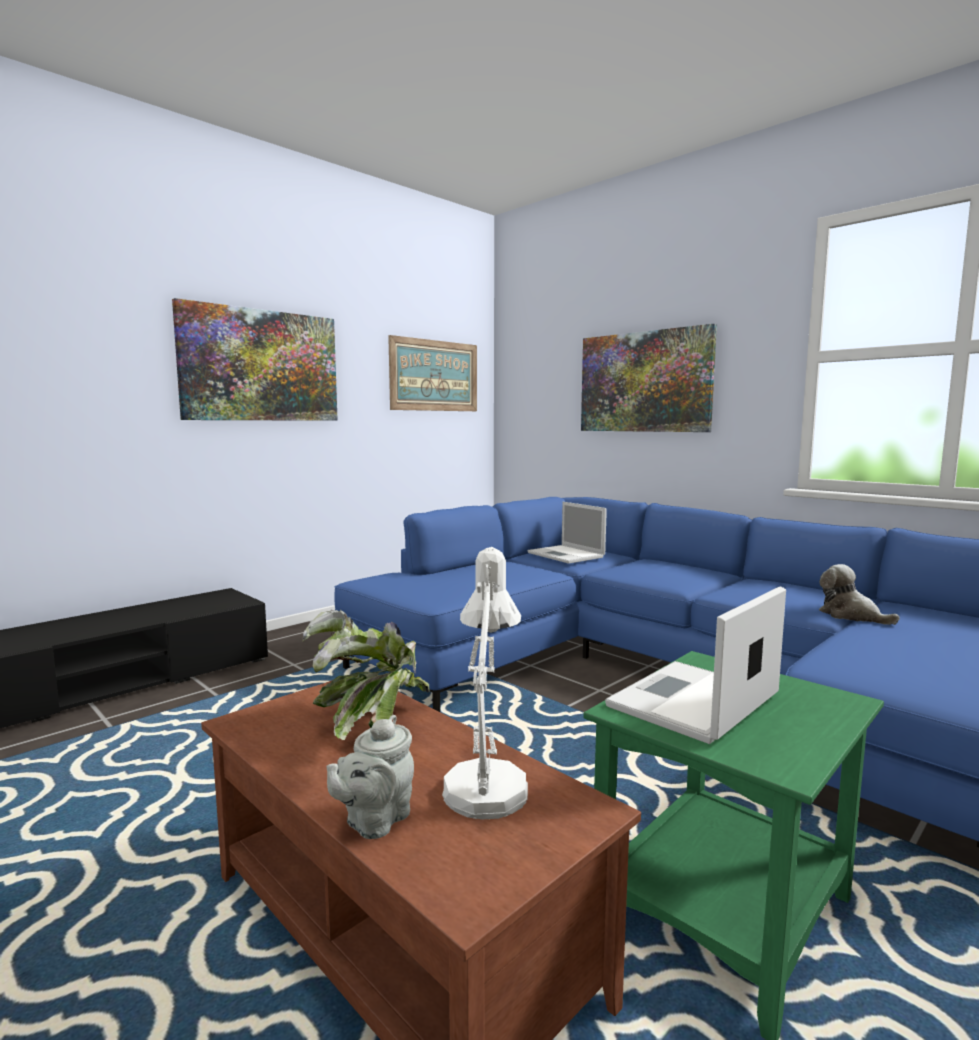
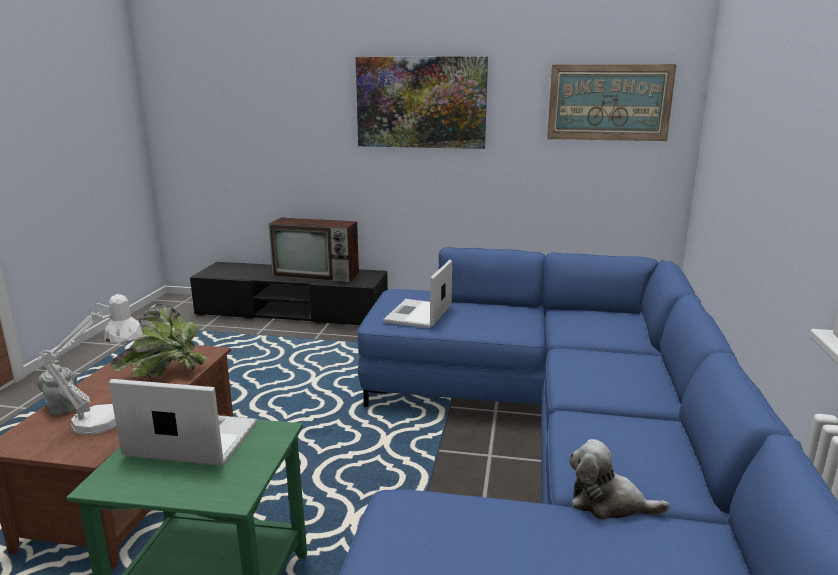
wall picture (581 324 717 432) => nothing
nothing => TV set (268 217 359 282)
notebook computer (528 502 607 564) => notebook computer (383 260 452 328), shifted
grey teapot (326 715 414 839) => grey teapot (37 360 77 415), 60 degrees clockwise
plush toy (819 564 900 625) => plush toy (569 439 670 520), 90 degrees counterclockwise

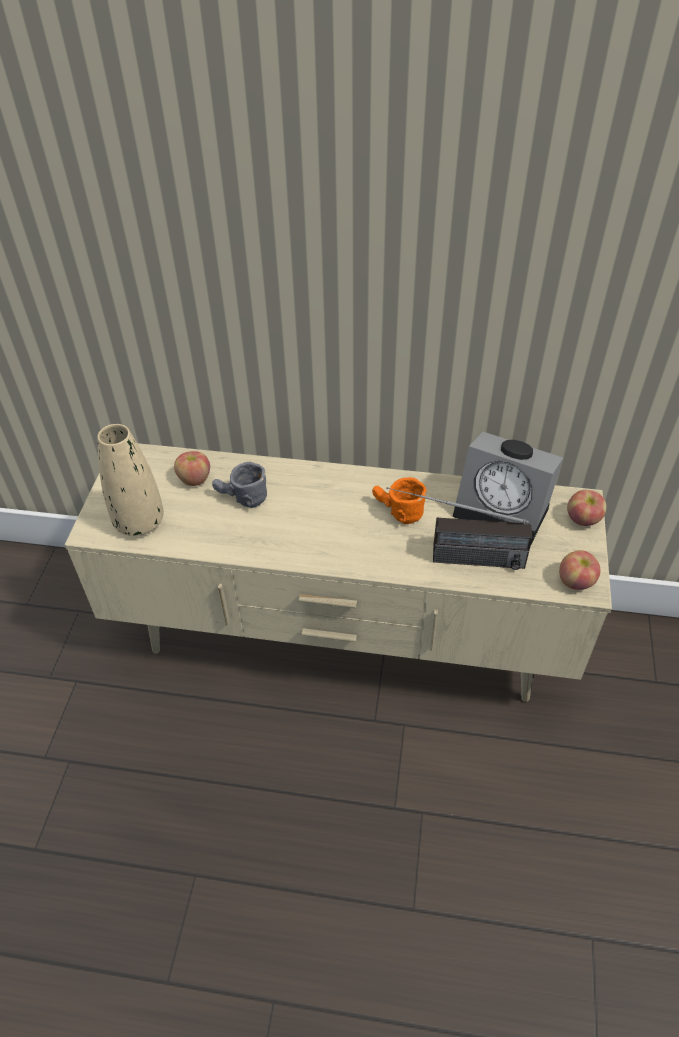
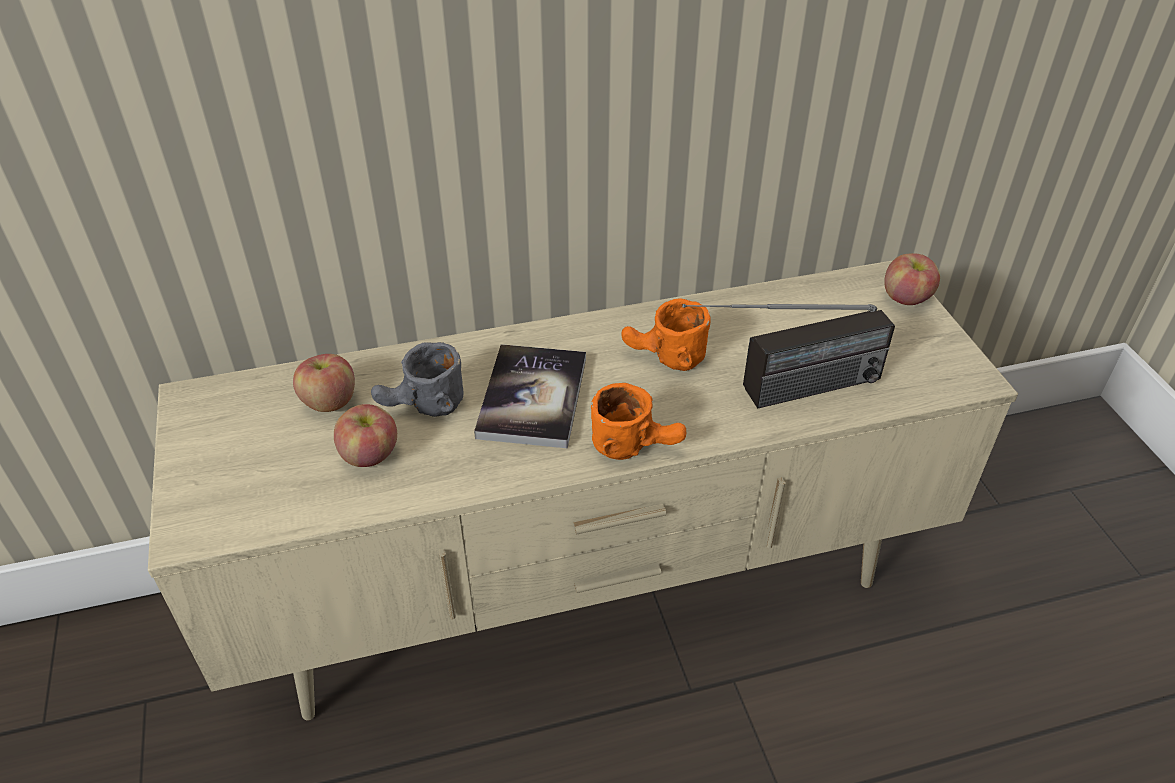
sand-coloured vase (97 424 164 536) => nothing
table clock (453 432 563 544) => nothing
nothing => bound book (474 344 586 448)
nothing => orangey tea mug (591 383 686 460)
apple (559 550 601 590) => apple (334 404 397 467), shifted

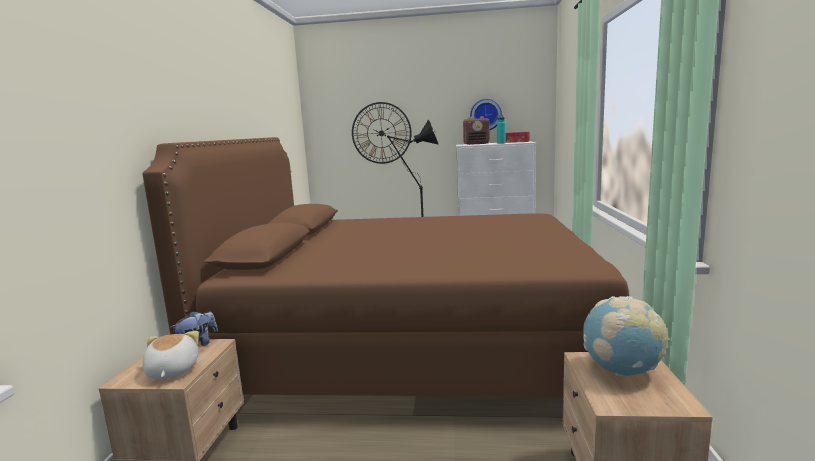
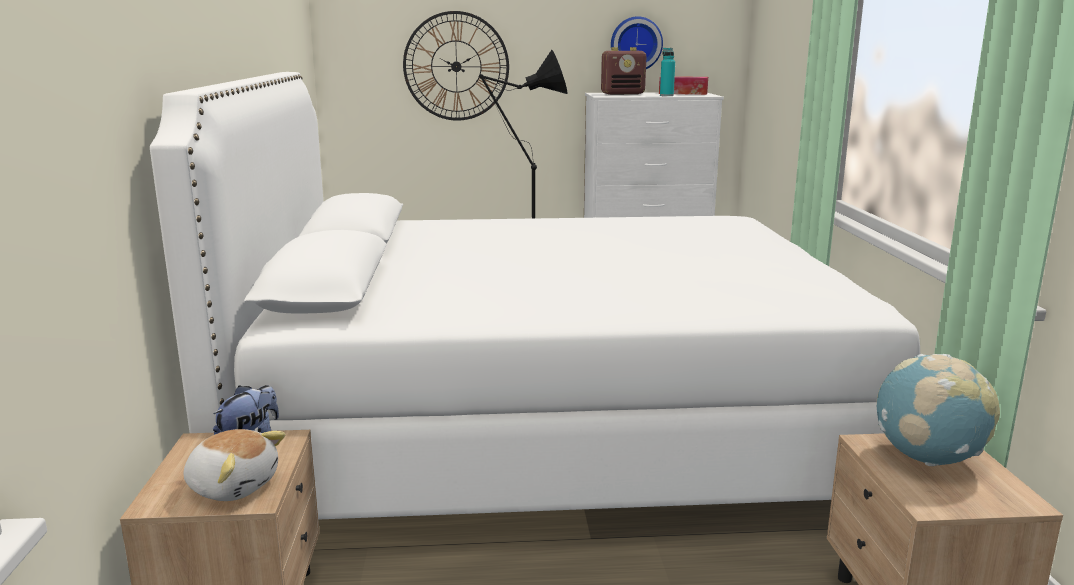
brown bedroom bed (142 137 629 397) => whitish bedroom bed (150 72 920 520)
plush toy (142 331 199 379) => plush toy (184 429 286 501), 135 degrees clockwise

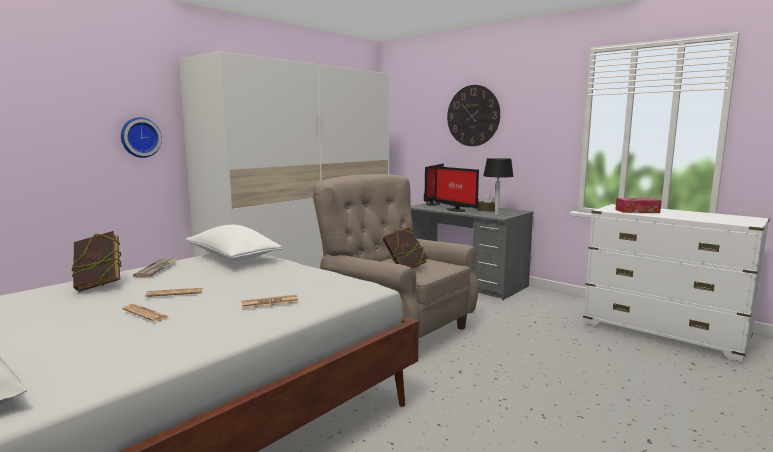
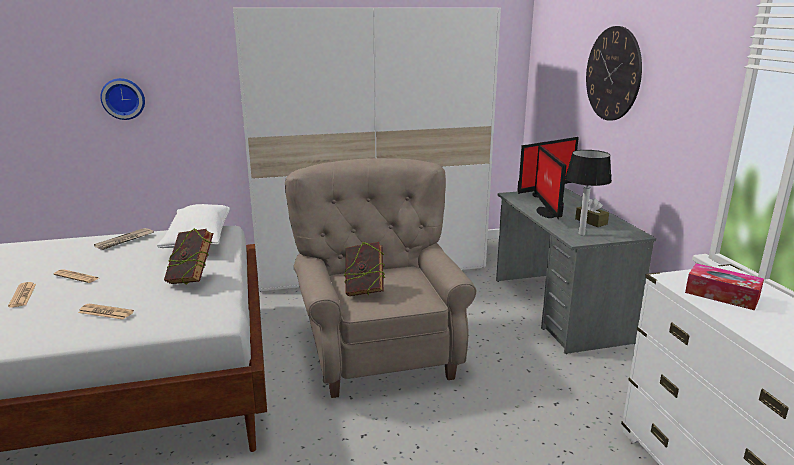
bound book (71 231 122 292) => bound book (164 227 213 284), shifted
wall clock (121 117 162 158) => wall clock (100 78 145 120), shifted

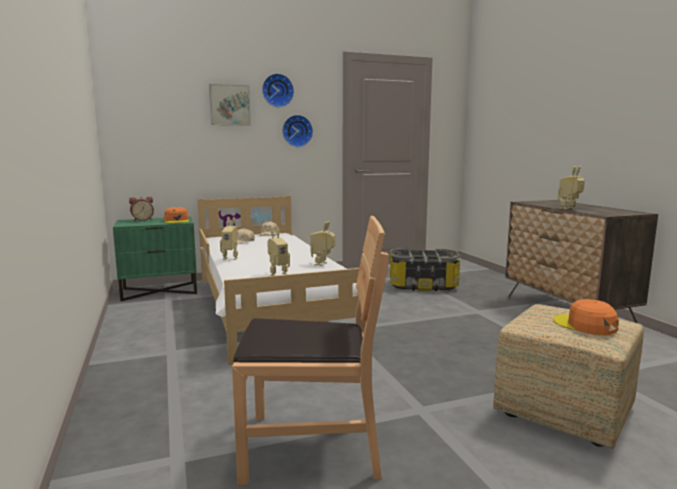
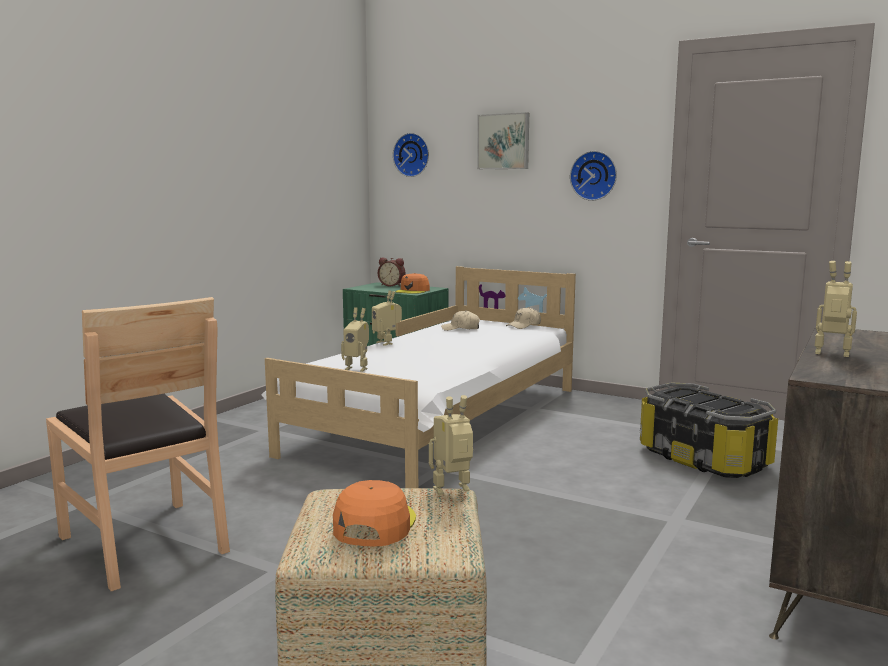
wall clock (262 73 294 107) => wall clock (393 133 429 177), shifted
model robot (310 221 335 266) => model robot (429 395 473 495), shifted

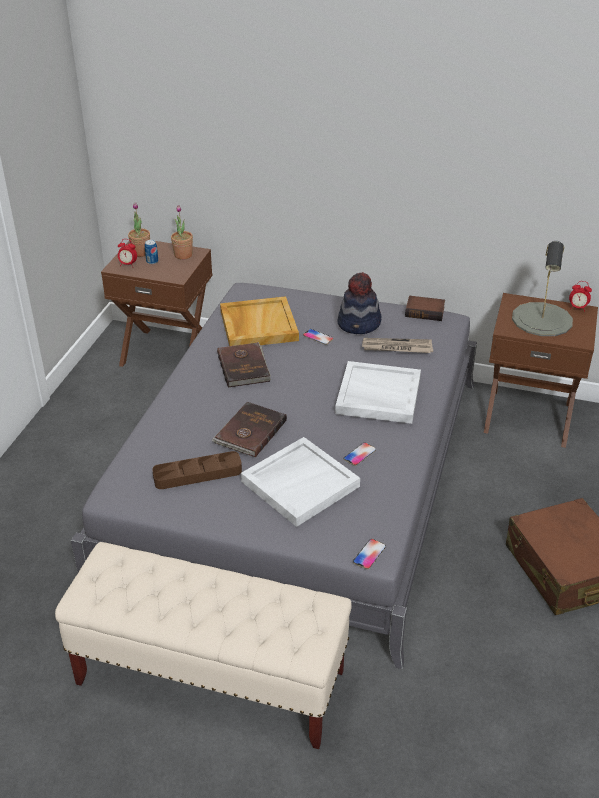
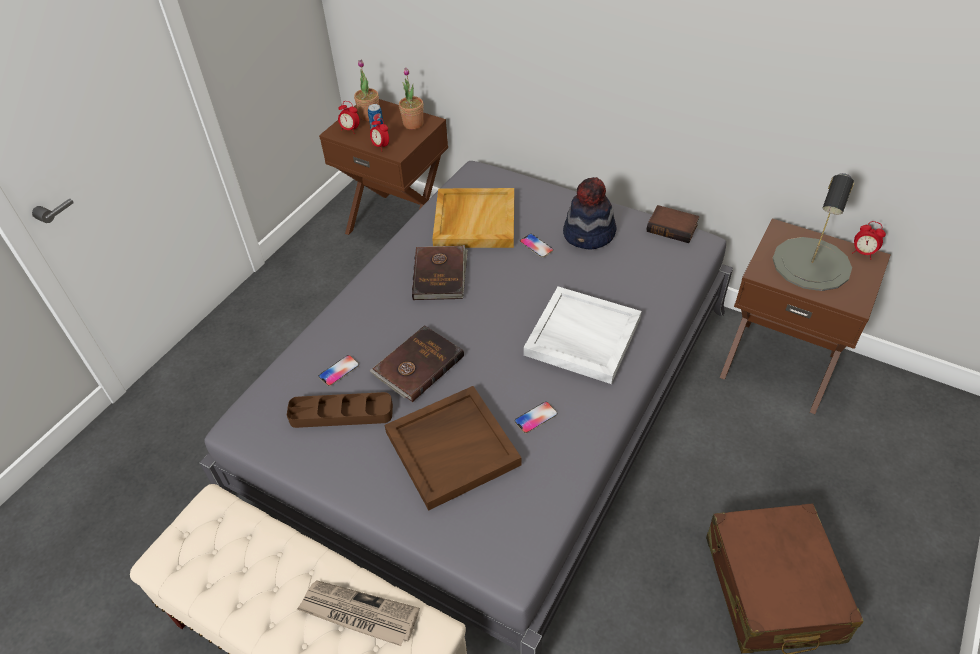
nothing => table clock (370 117 389 150)
phone (353 539 386 569) => phone (319 355 359 386), shifted
newspaper (362 338 433 353) => newspaper (297 580 420 646), shifted
whitish carrying tray (241 437 360 527) => brown carrying tray (385 386 521 511)

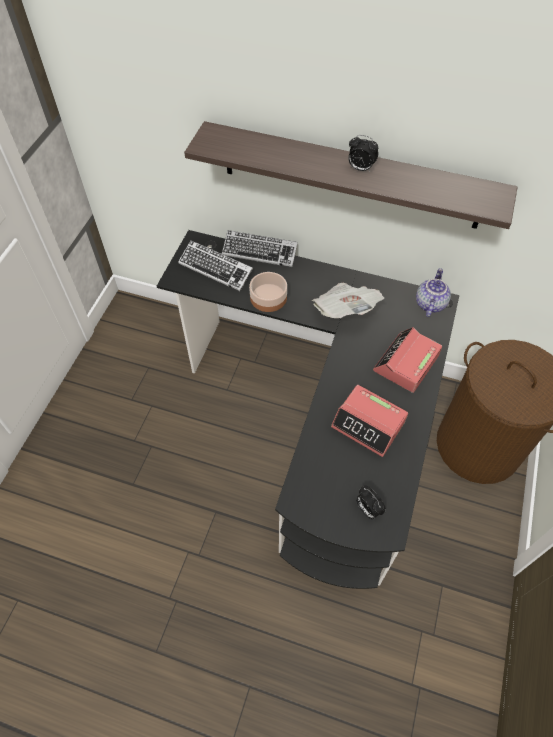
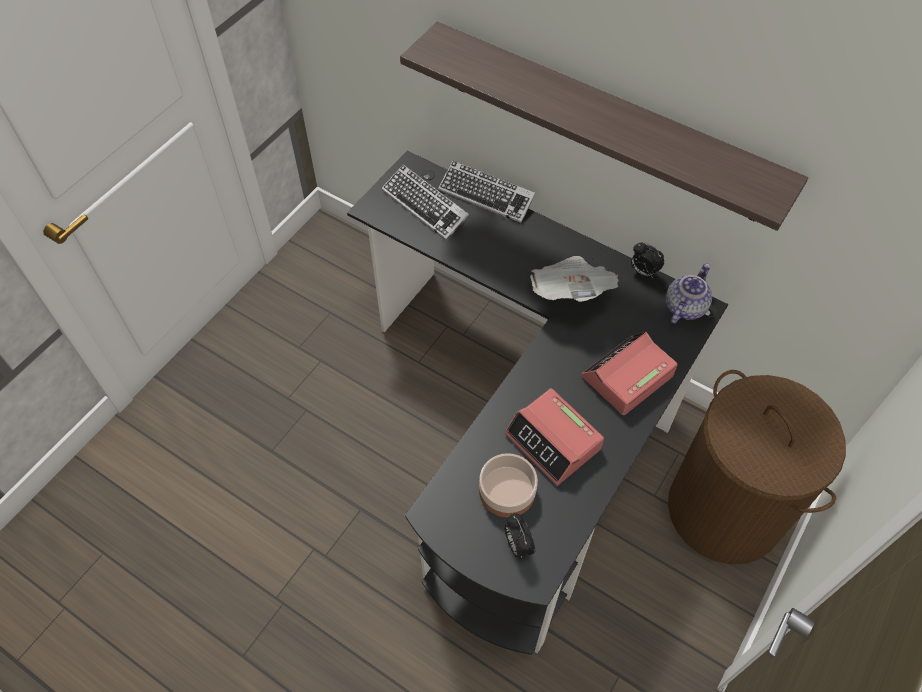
bowl (249 272 287 312) => bowl (479 453 538 518), shifted
table clock (348 135 378 171) => table clock (631 243 664 278), shifted

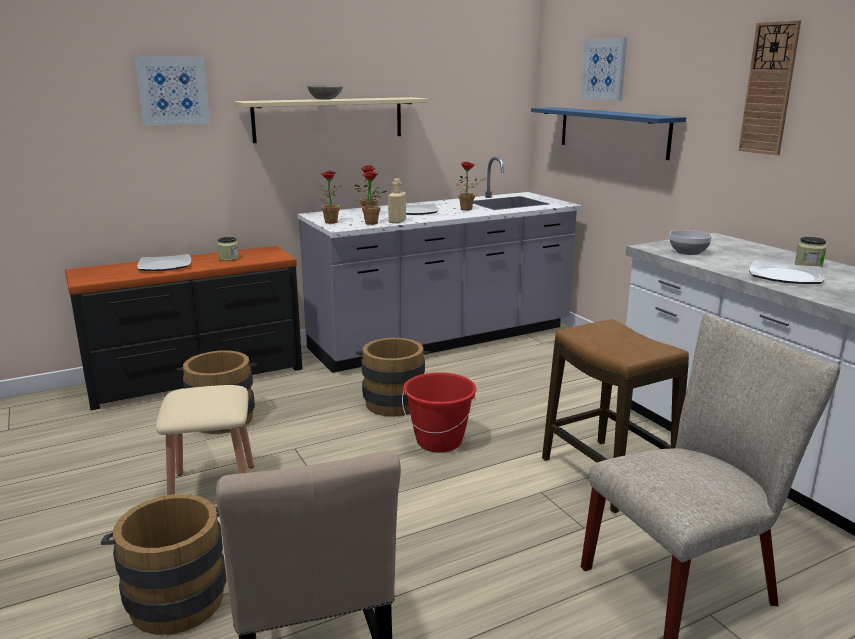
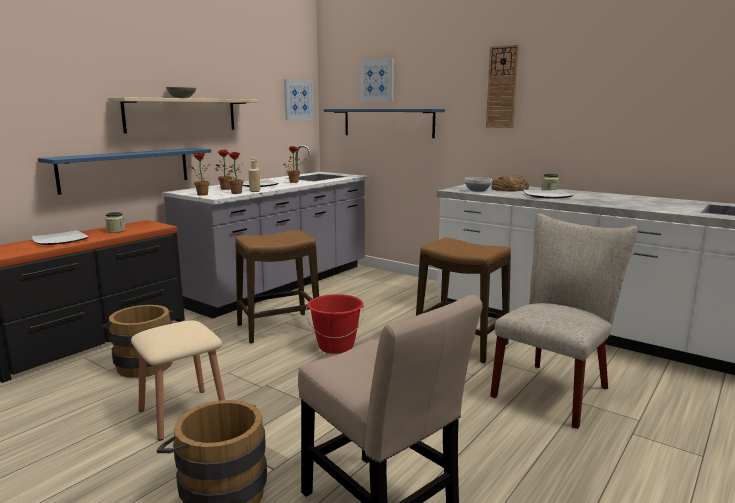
nothing => blue shelf (38 148 211 195)
nothing => baked bread (491 175 529 192)
wall picture (134 56 210 126) => wall picture (284 79 314 120), shifted
brown pail (356 338 430 417) => stool seat (235 230 319 344)

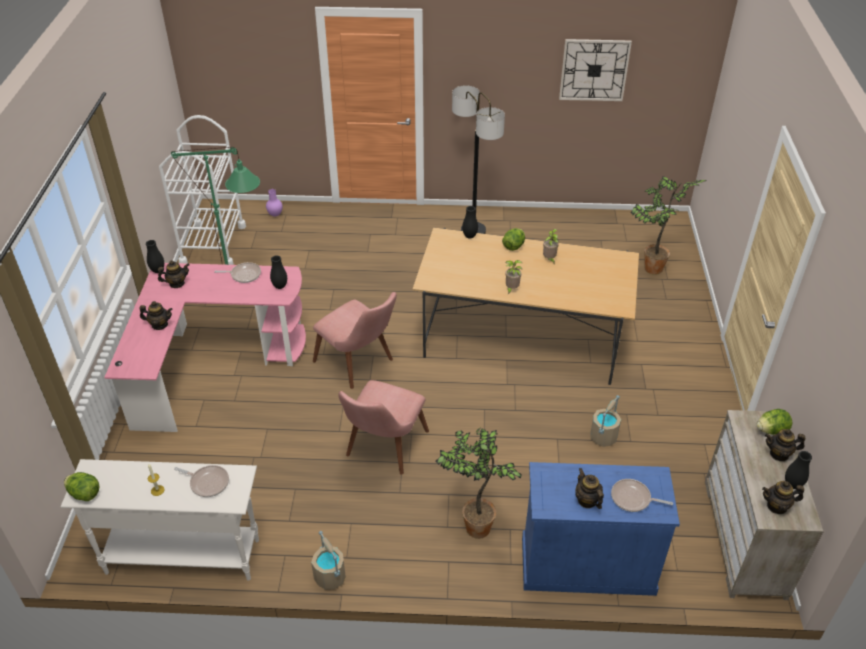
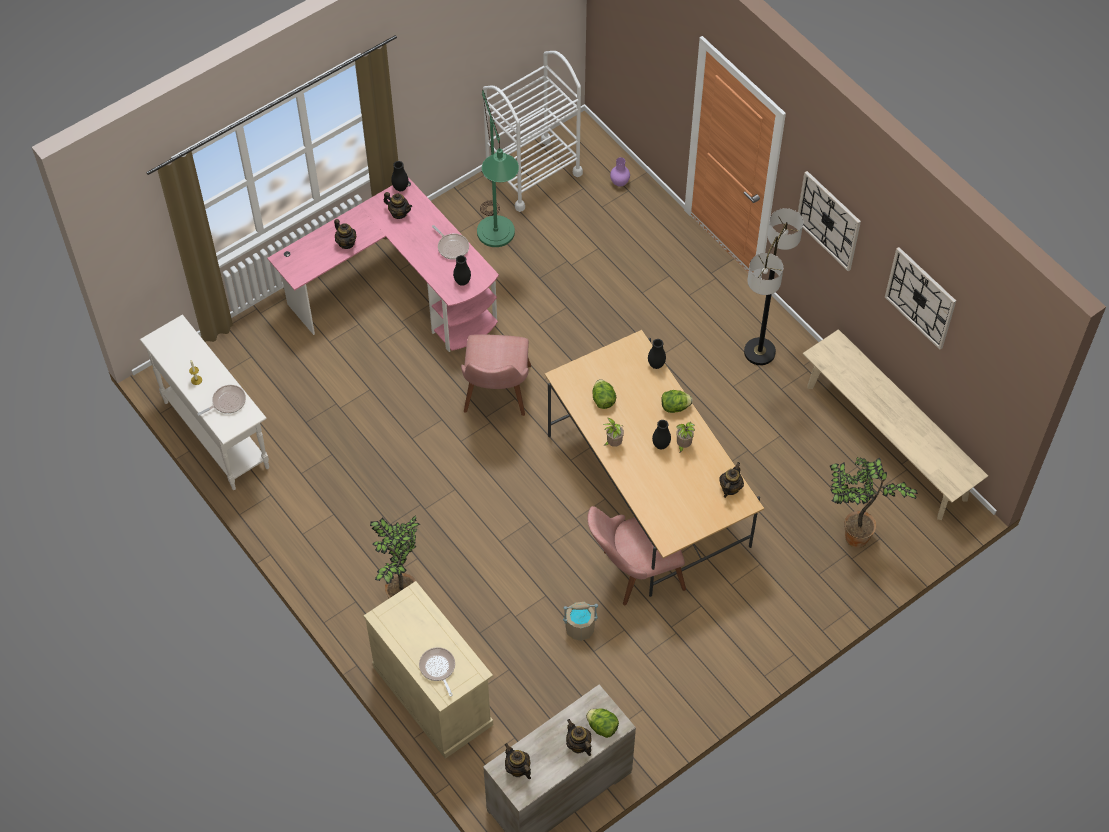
sand-coloured pail (311 531 346 590) => nothing
nothing => wall clock (798 171 861 271)
nothing => sand-coloured bench (803 329 988 520)
lettuce head (64 472 99 501) => lettuce head (592 379 616 409), shifted
pink chair (338 380 429 475) => pink chair (587 506 686 605), shifted
teapot (575 468 604 509) => teapot (719 462 744 498), shifted
black-coloured vase (785 451 812 489) => black-coloured vase (652 420 671 450), shifted
blue cabinet (522 462 680 596) => sand-coloured cabinet (364 581 493 759)
frying pan (174 465 229 497) => frying pan (198 385 246 416), 105 degrees counterclockwise

